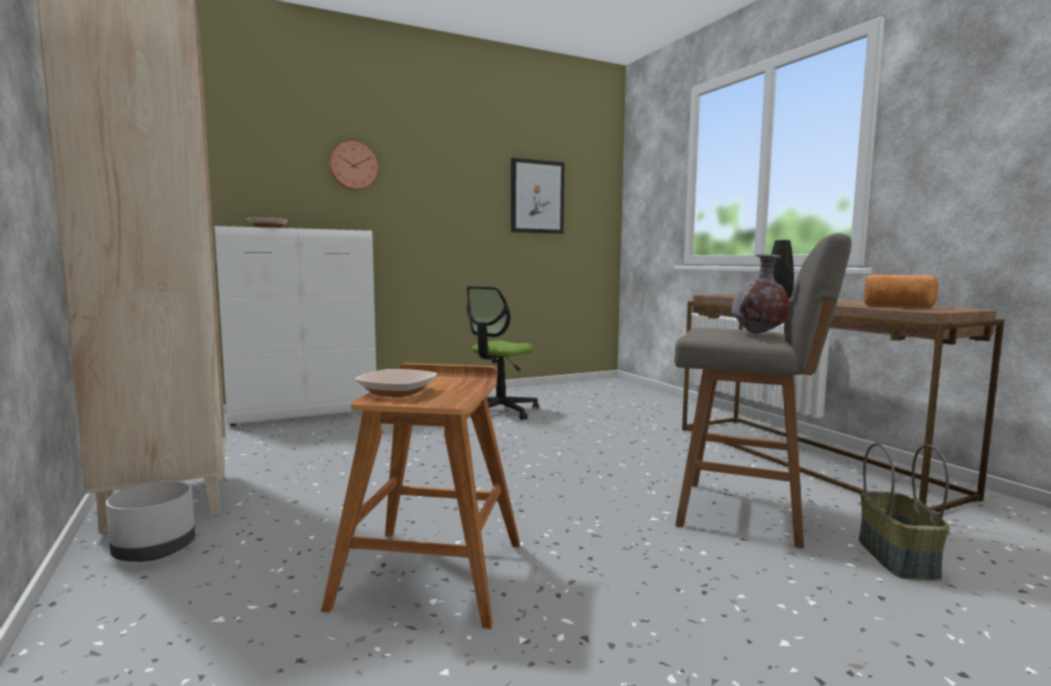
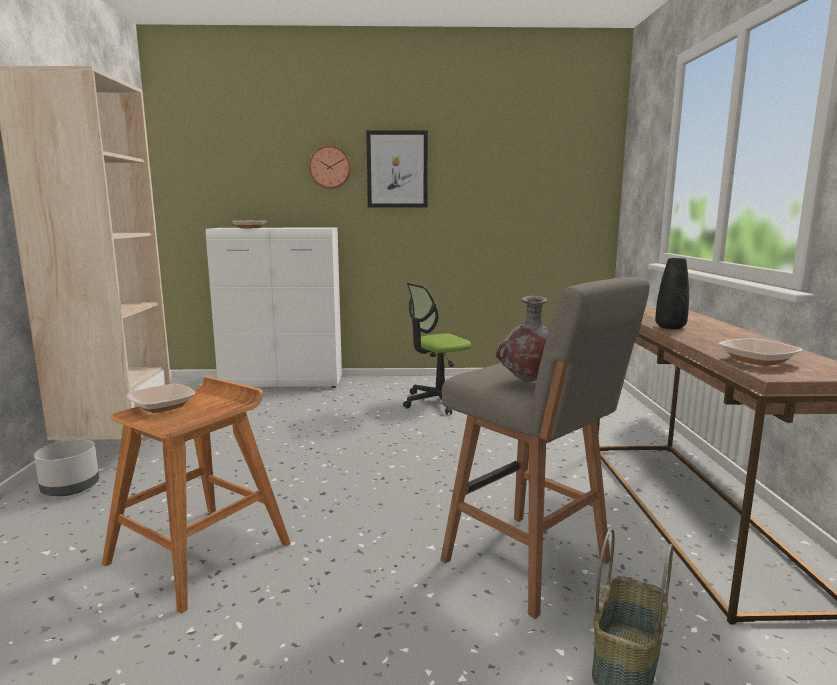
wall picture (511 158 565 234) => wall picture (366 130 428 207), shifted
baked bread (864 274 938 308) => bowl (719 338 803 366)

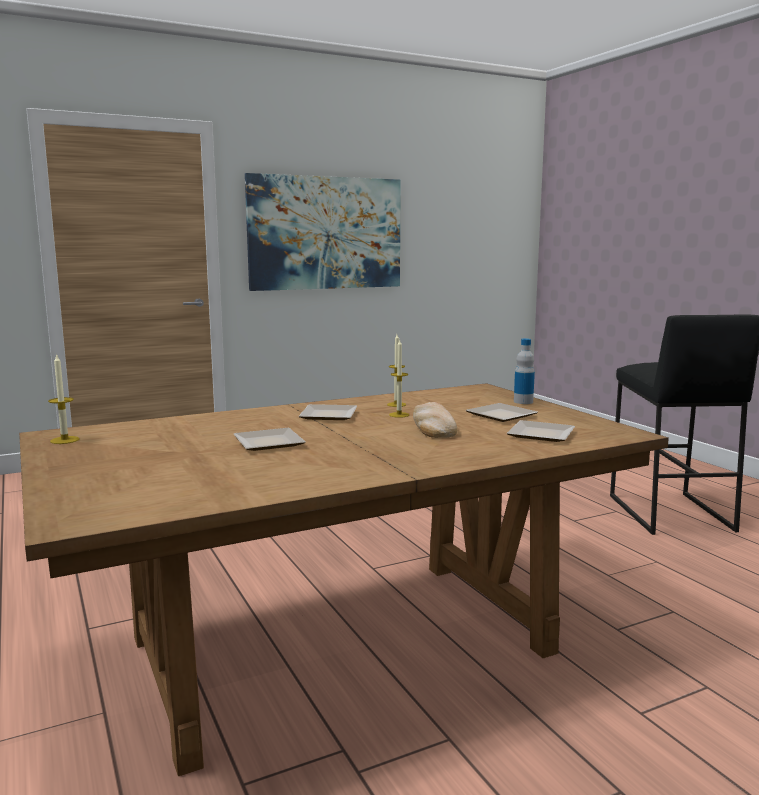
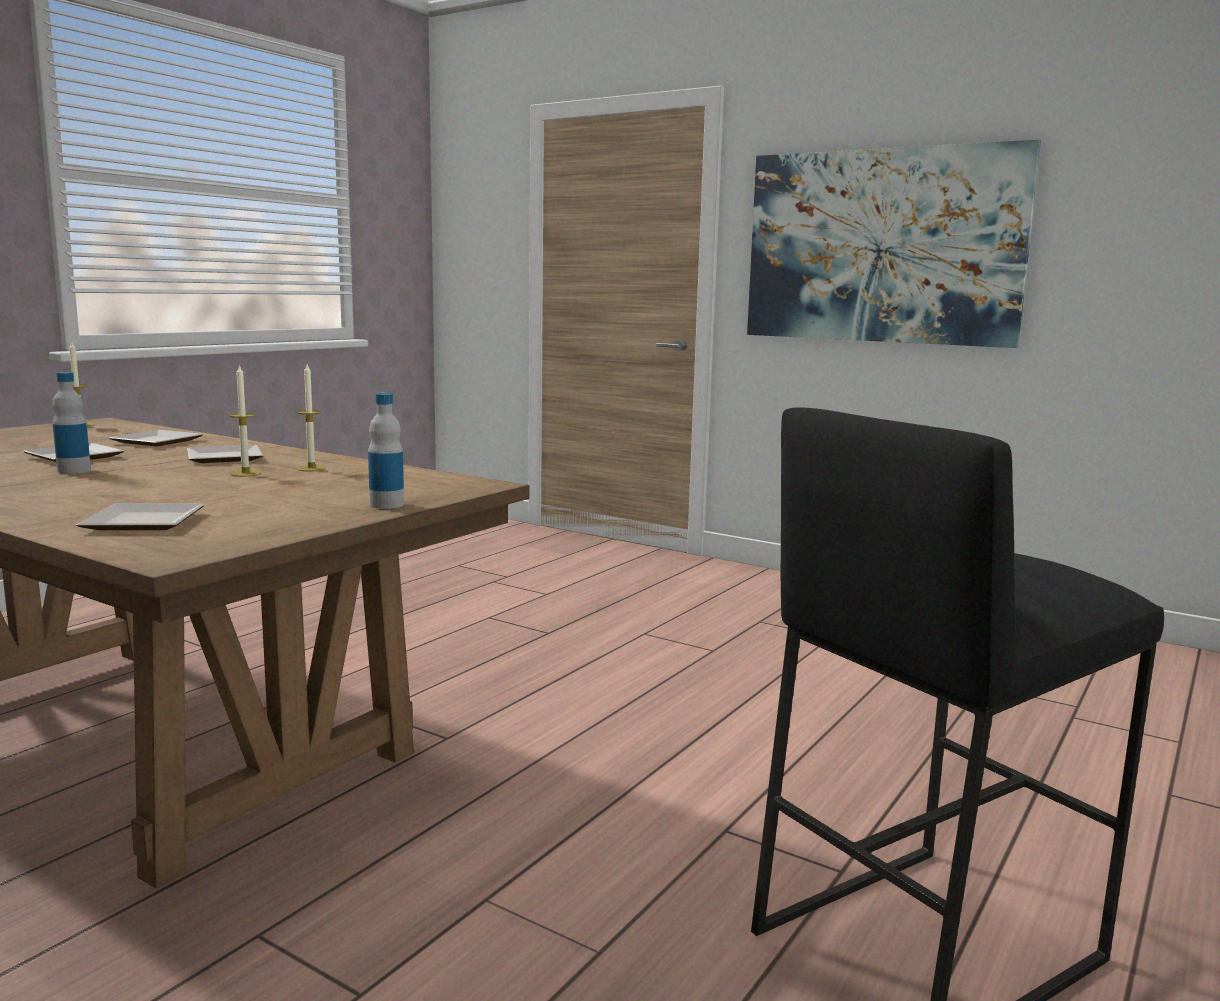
baked bread (413 402 457 438) => nothing
nothing => bottle (52 372 91 474)
dinner plate (465 403 538 422) => dinner plate (109 430 203 447), shifted

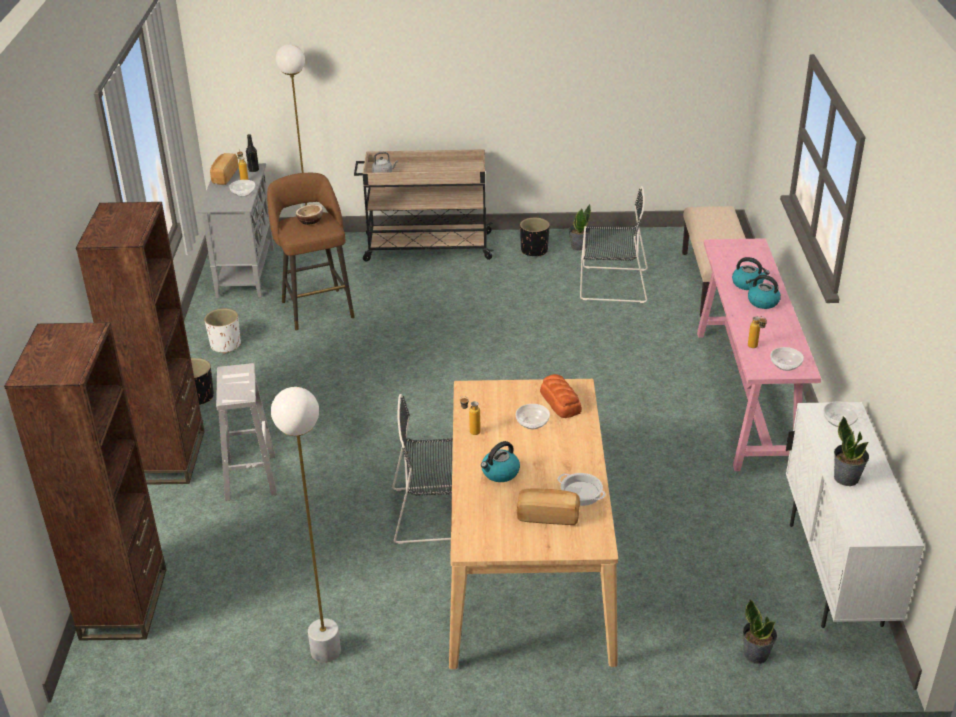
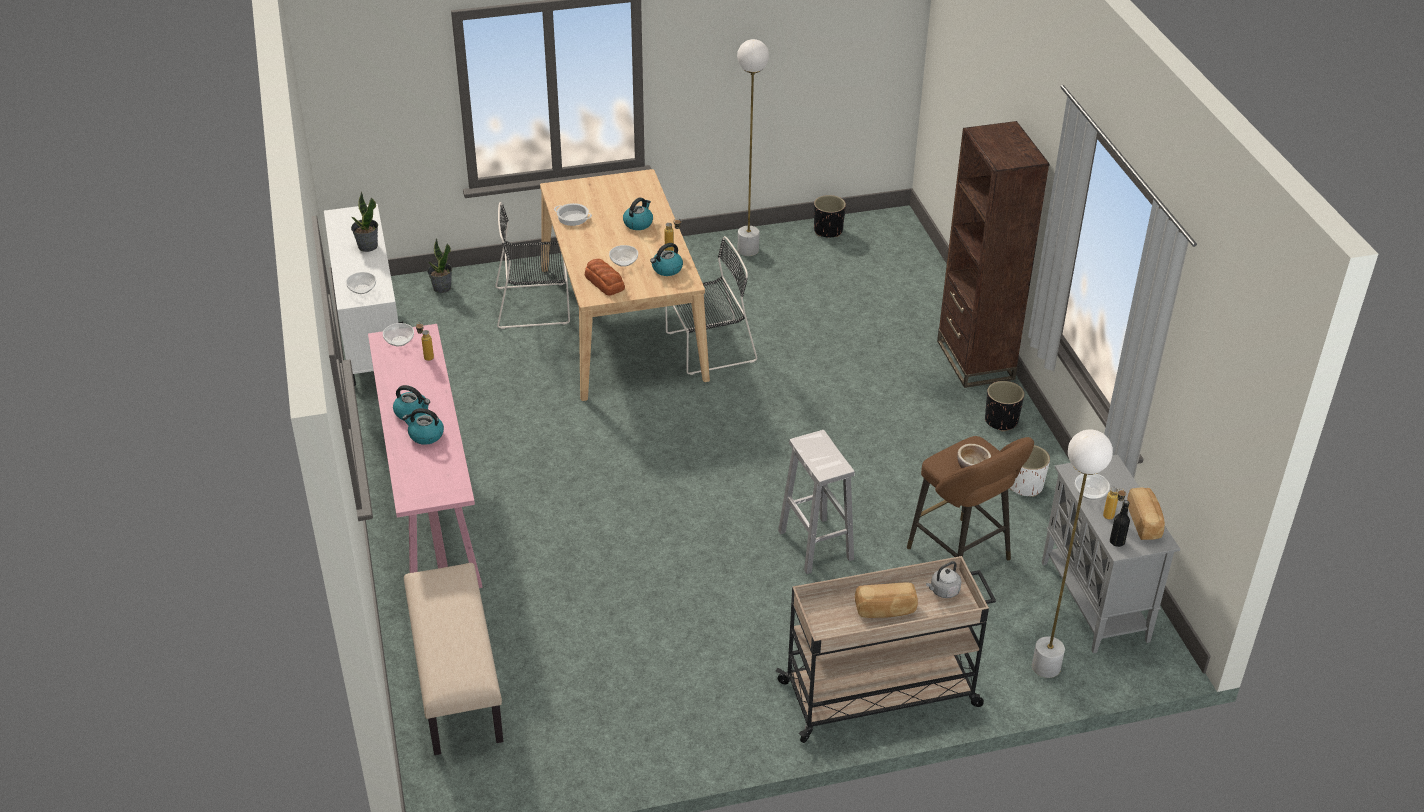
brown bookshelf (4 322 166 641) => nothing
potted plant (568 204 591 251) => nothing
nothing => water kettle (650 243 683 276)
whitish stool seat (216 363 277 501) => whitish stool seat (778 430 855 574), shifted
baked bread (517 488 580 525) => baked bread (855 583 918 618), shifted
black-coloured plant pot (520 218 550 257) => black-coloured plant pot (814 195 846 238), shifted
black-coloured chair (580 186 648 303) => black-coloured chair (495 202 570 329), shifted

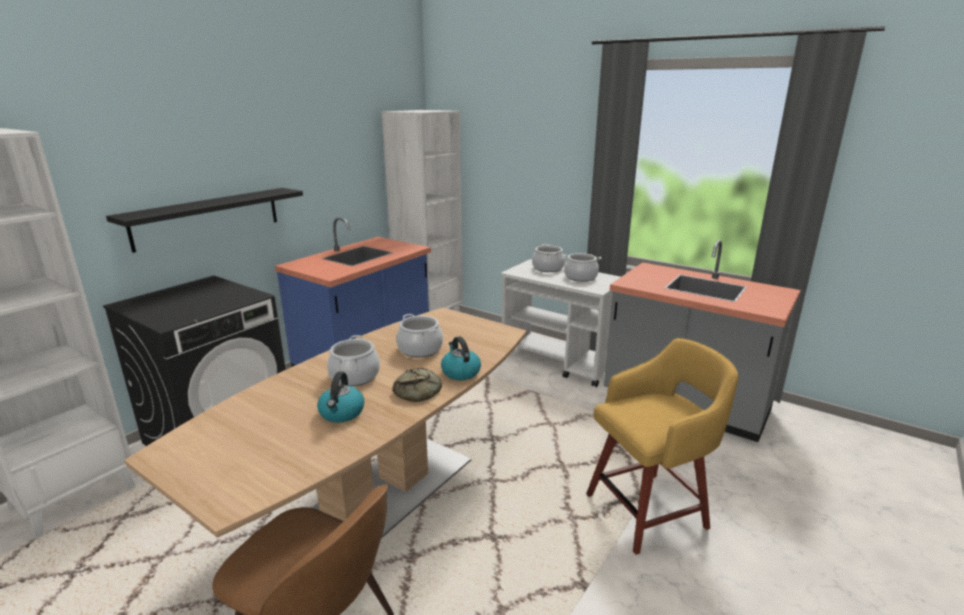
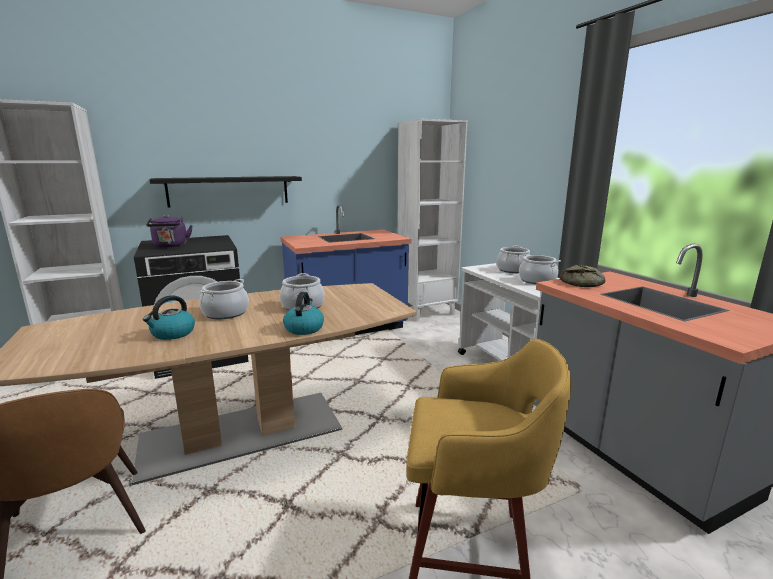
nothing => purple water kettle (146 215 193 248)
baked bread (392 368 442 402) => baked bread (560 264 606 287), shifted

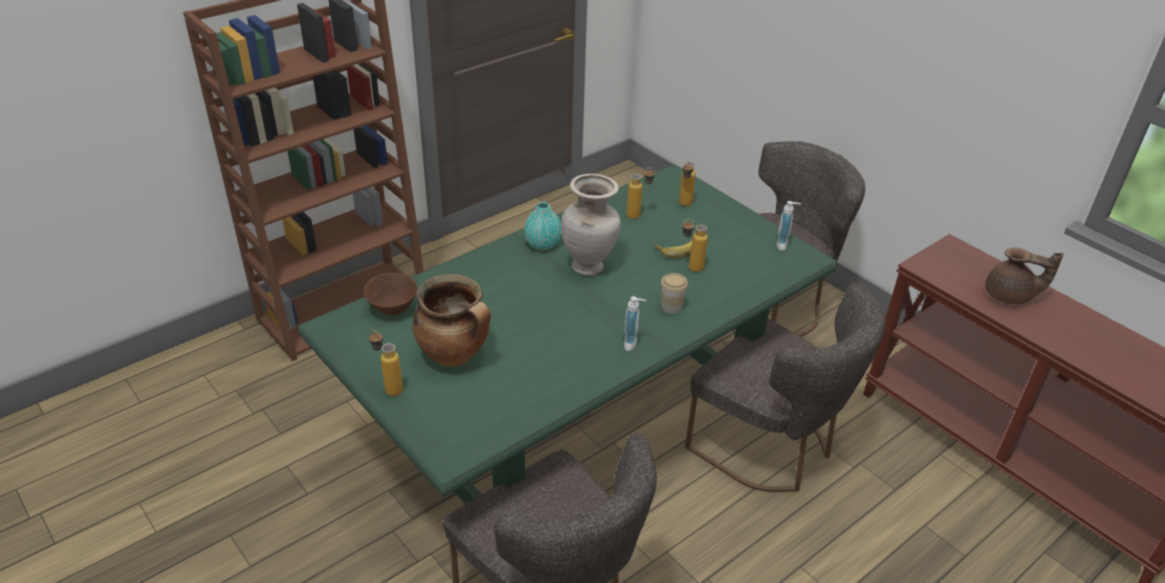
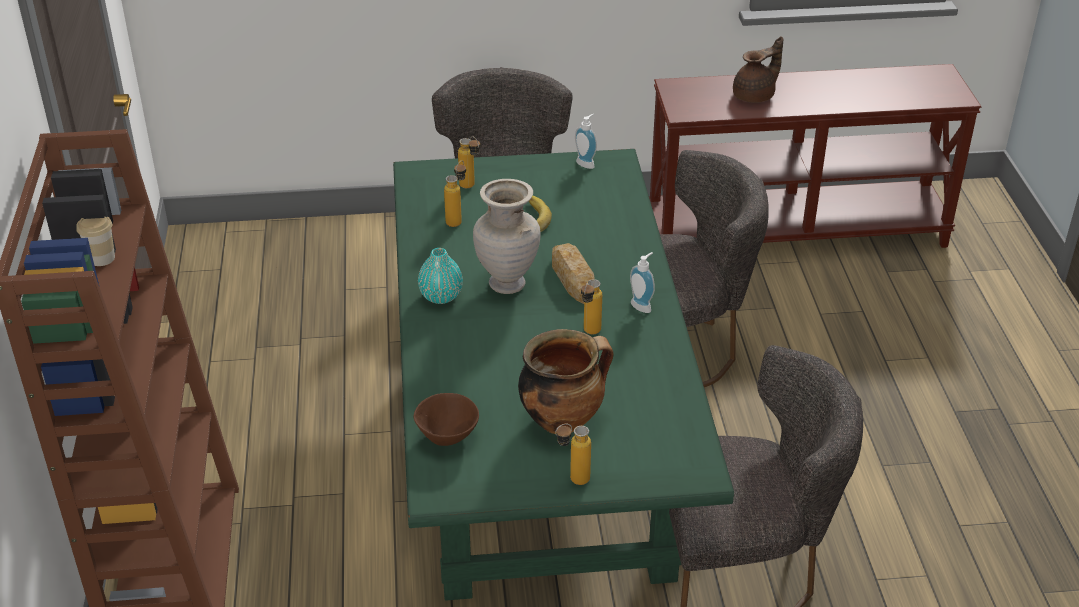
nothing => baked bread (552 243 595 304)
cup (661 273 688 314) => cup (76 216 115 266), shifted
bottle (682 219 708 272) => bottle (581 279 602 334), shifted

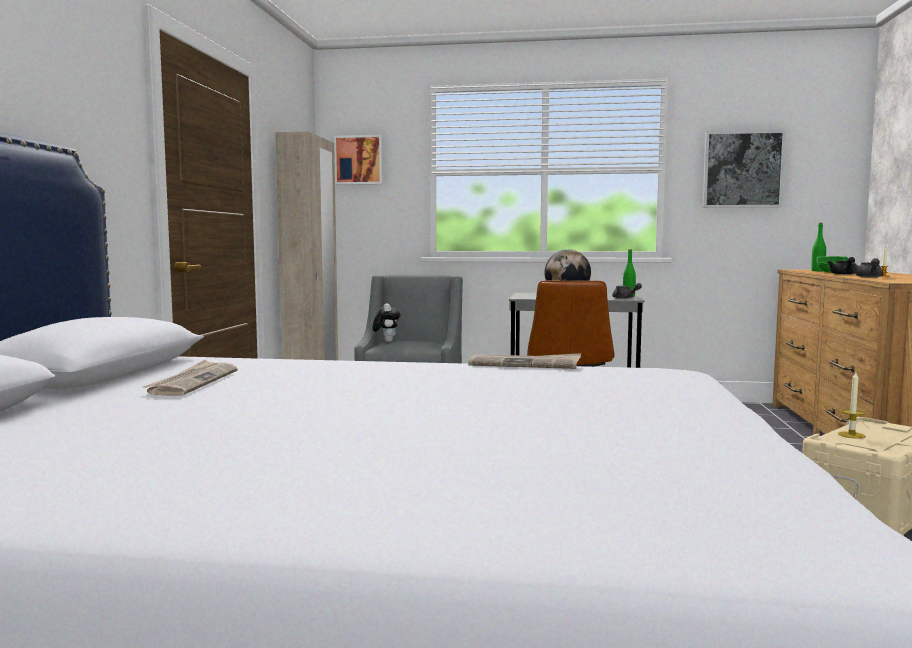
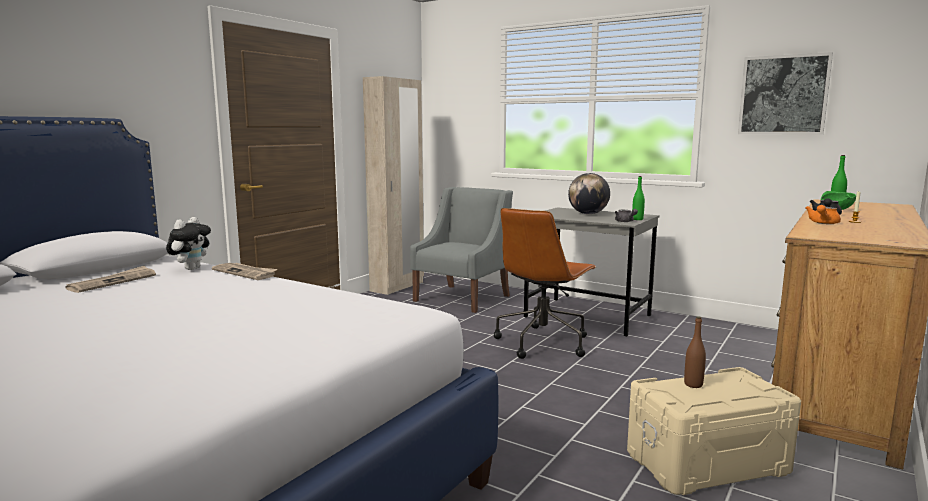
wall picture (334 135 383 185) => nothing
plush toy (372 303 400 342) => plush toy (166 217 211 270), shifted
newspaper (468 353 581 369) => newspaper (212 263 277 280), shifted
wax light (838 372 866 439) => brown bottle (684 316 706 388)
grey teapot (851 258 883 278) => orangey teapot (806 205 841 224)

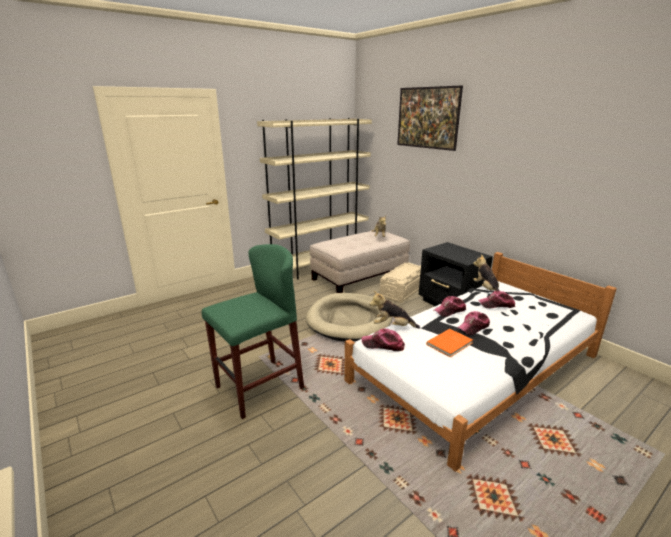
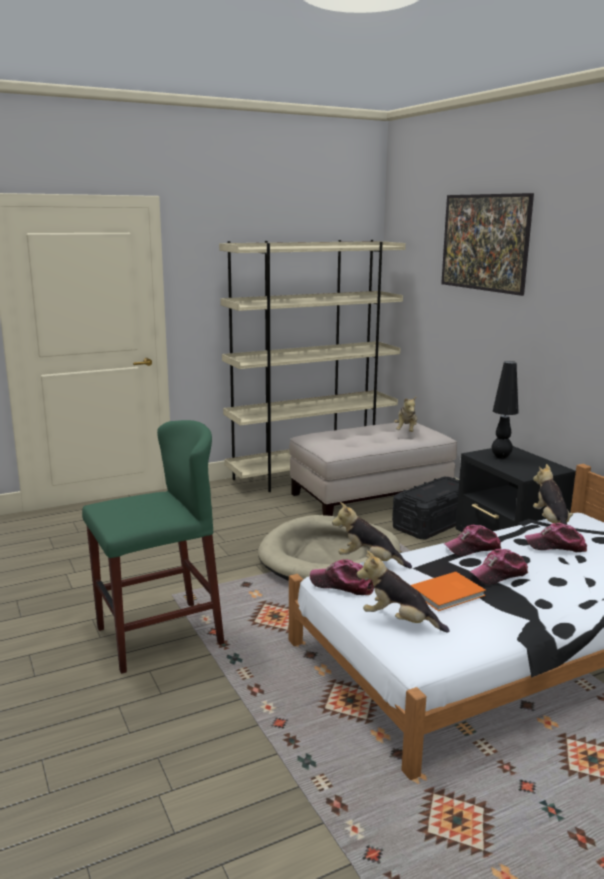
nothing => plush toy (357 551 450 633)
nothing => black-coloured lamp for a table (492 361 519 459)
sand-coloured storage bin (380 263 421 303) => black-coloured storage bin (392 477 459 539)

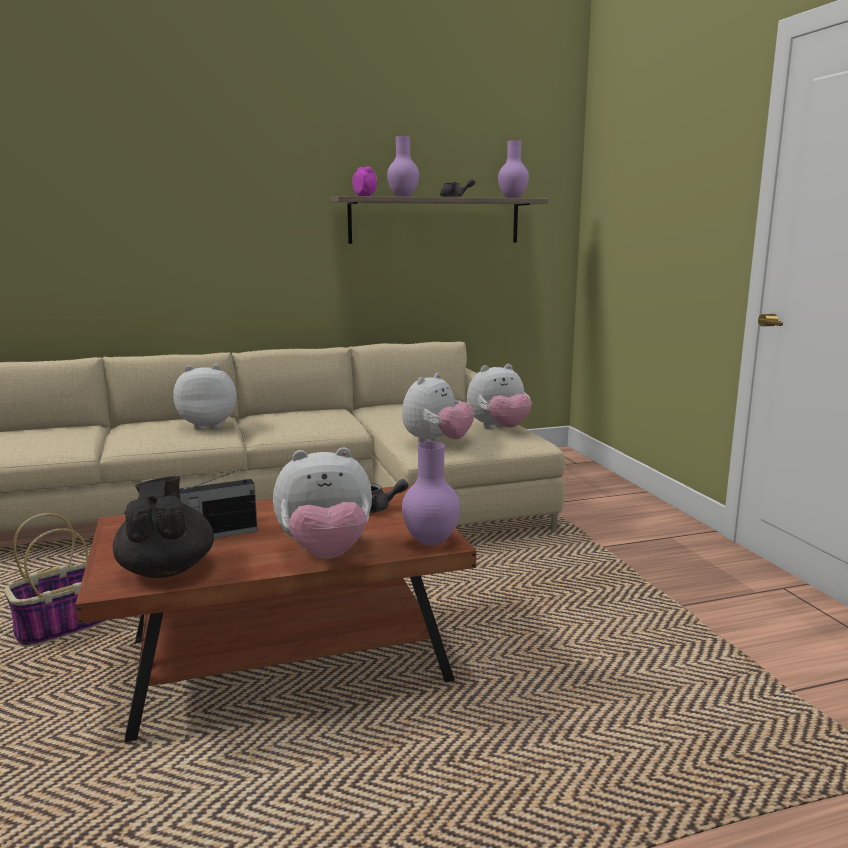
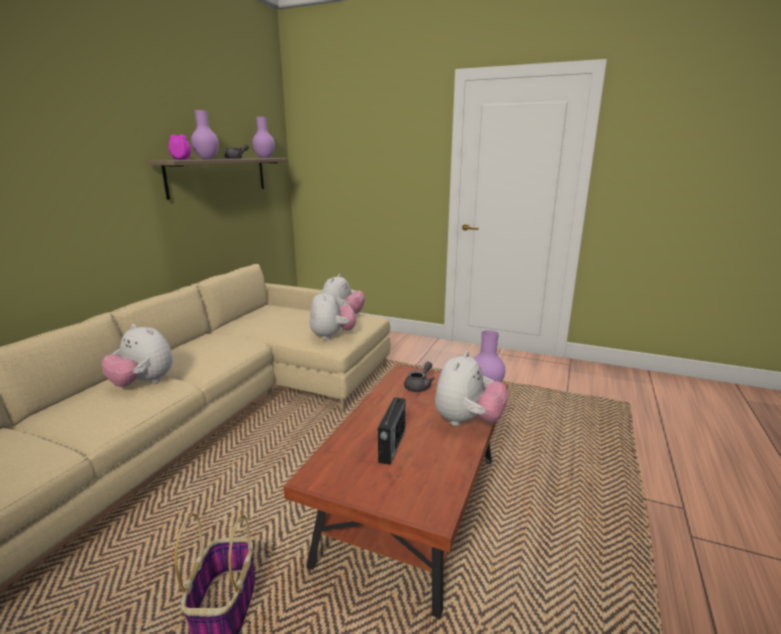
black-coloured teapot (113 476 214 578) => nothing
plush toy (173 364 237 429) => plush toy (102 324 173 387), 90 degrees counterclockwise

